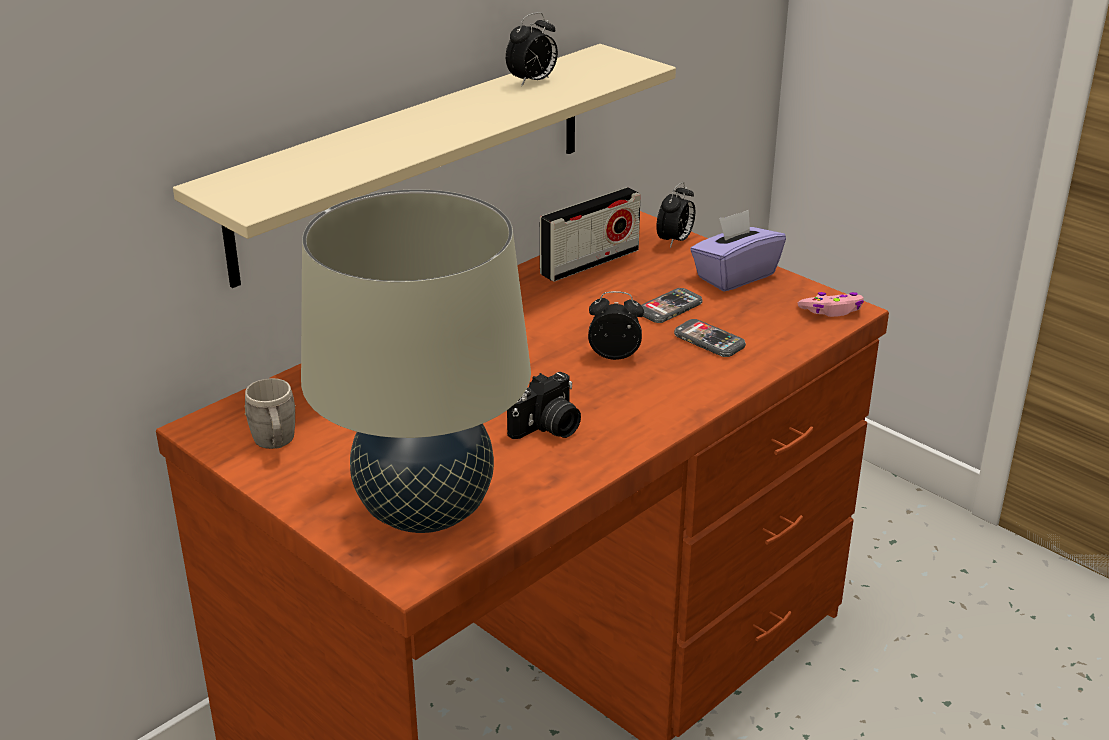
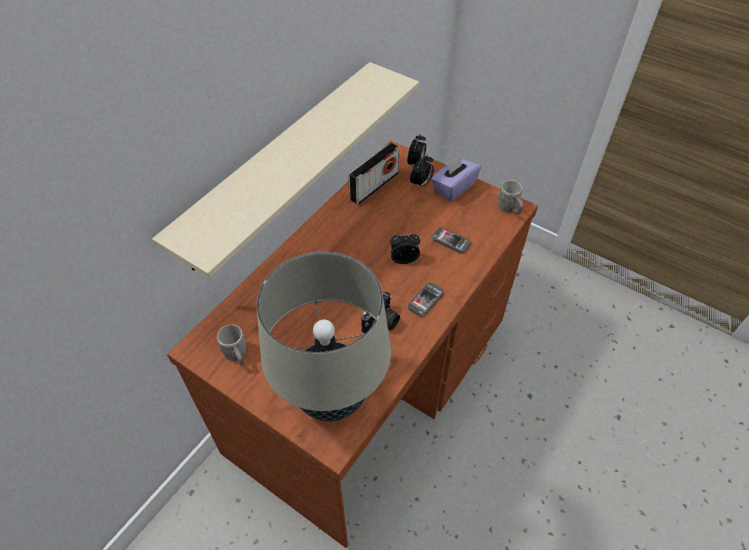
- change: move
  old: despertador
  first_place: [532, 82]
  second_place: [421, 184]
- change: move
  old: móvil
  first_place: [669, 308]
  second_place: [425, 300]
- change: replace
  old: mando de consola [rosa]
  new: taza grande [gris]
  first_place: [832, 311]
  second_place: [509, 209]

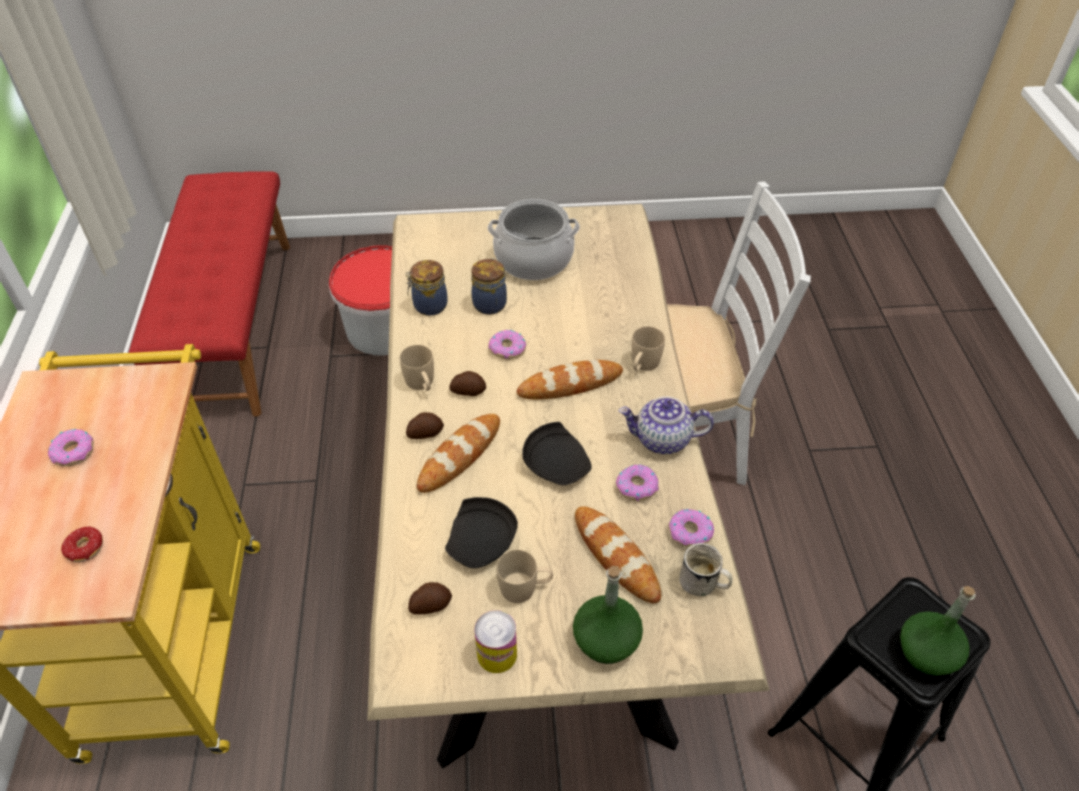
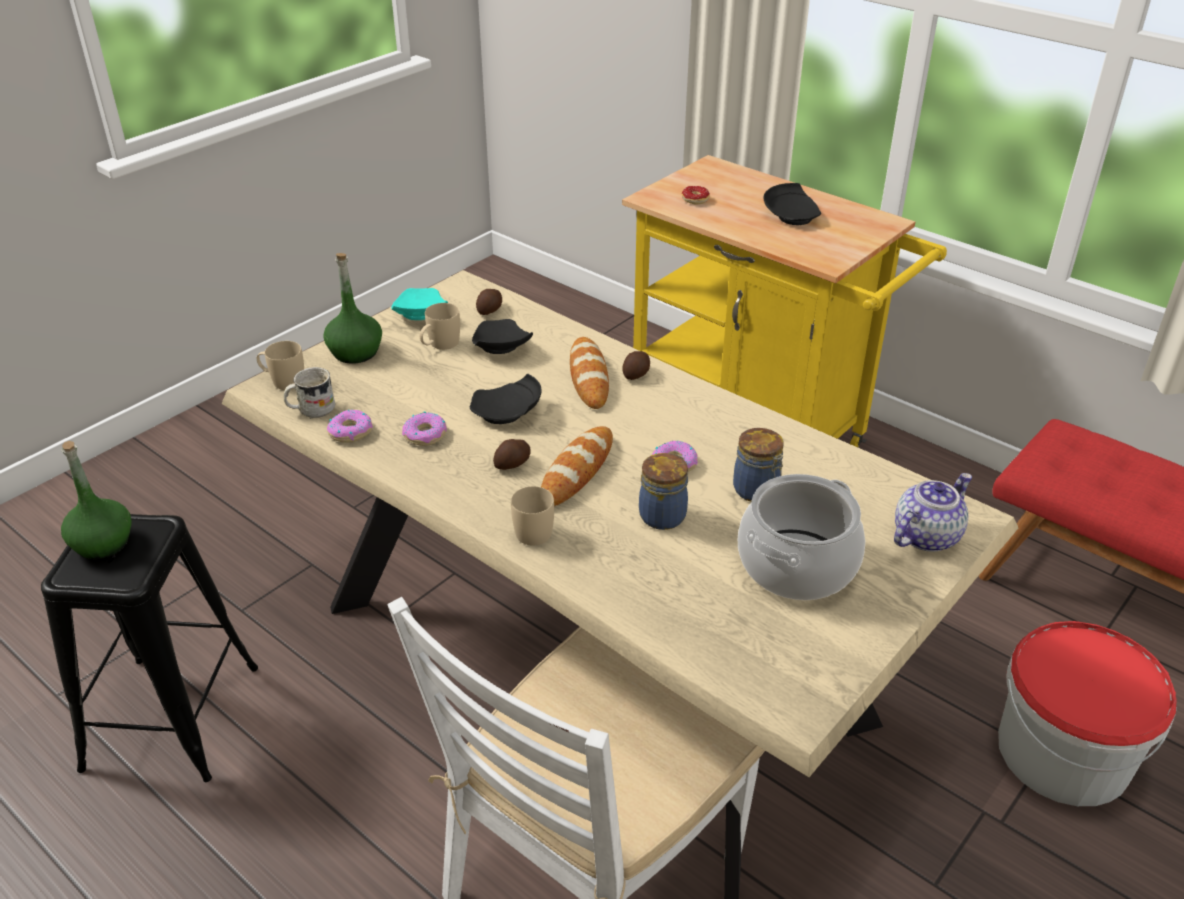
- change: move
  old: tarro
  first_place: [428, 306]
  second_place: [664, 515]
- change: move
  old: taza grande [beis]
  first_place: [421, 384]
  second_place: [282, 381]
- change: move
  old: patata
  first_place: [468, 391]
  second_place: [513, 464]
- change: move
  old: tetera
  first_place: [662, 440]
  second_place: [925, 535]
- change: replace
  old: rosquilla
  new: plato [negro]
  first_place: [74, 452]
  second_place: [792, 216]
- change: delete
  old: pan
  first_place: [616, 556]
- change: replace
  old: lata
  new: plato [turquesa]
  first_place: [497, 654]
  second_place: [419, 315]

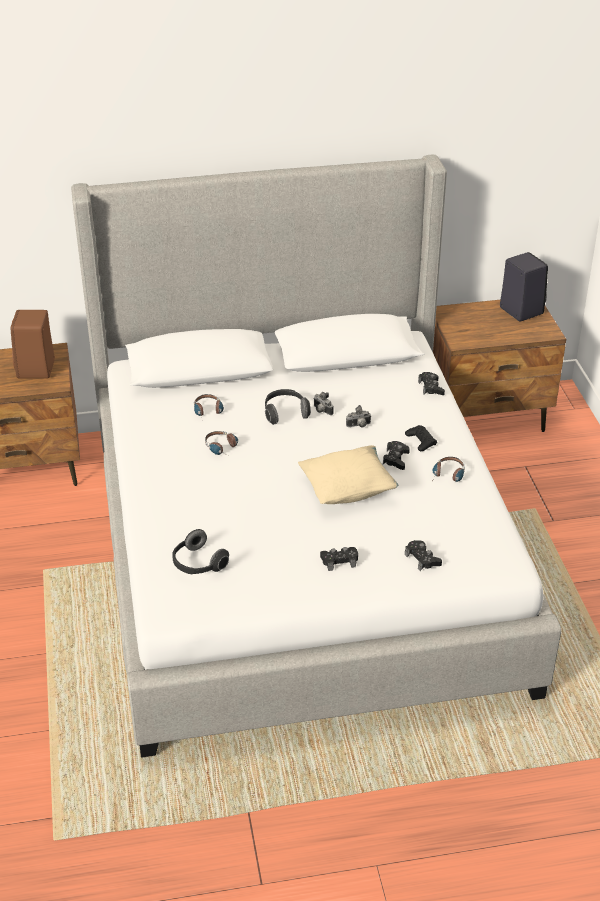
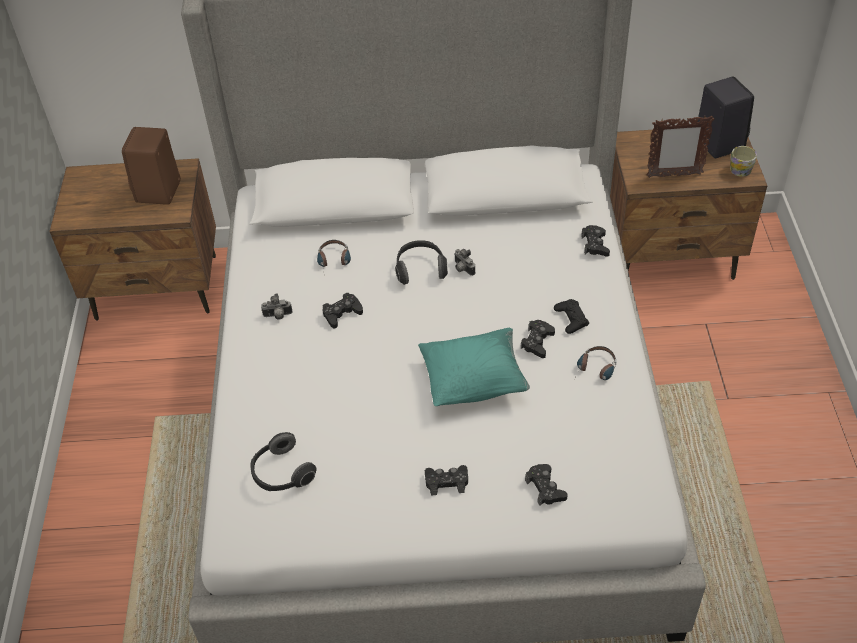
- change: move
  old: cámara
  first_place: [359, 426]
  second_place: [278, 316]
- change: replace
  old: auriculares
  new: mando de consola [negro]
  first_place: [224, 448]
  second_place: [342, 313]
- change: recolor
  old: cojín [beis]
  new: cojín [turquesa]
  first_place: [348, 490]
  second_place: [474, 382]
- change: insert
  new: portarretratos
  second_place: [674, 175]
- change: insert
  new: taza grande
  second_place: [742, 168]

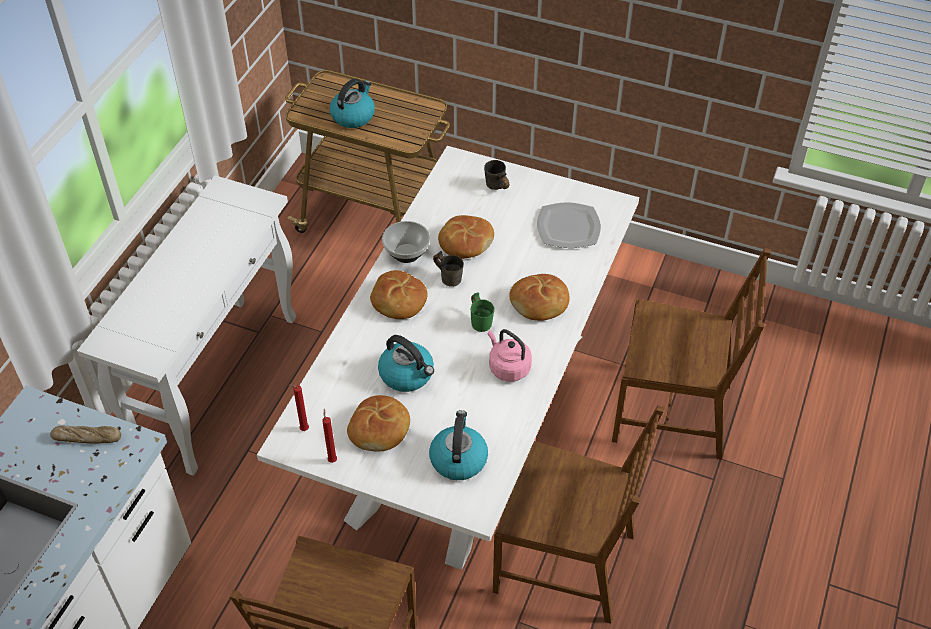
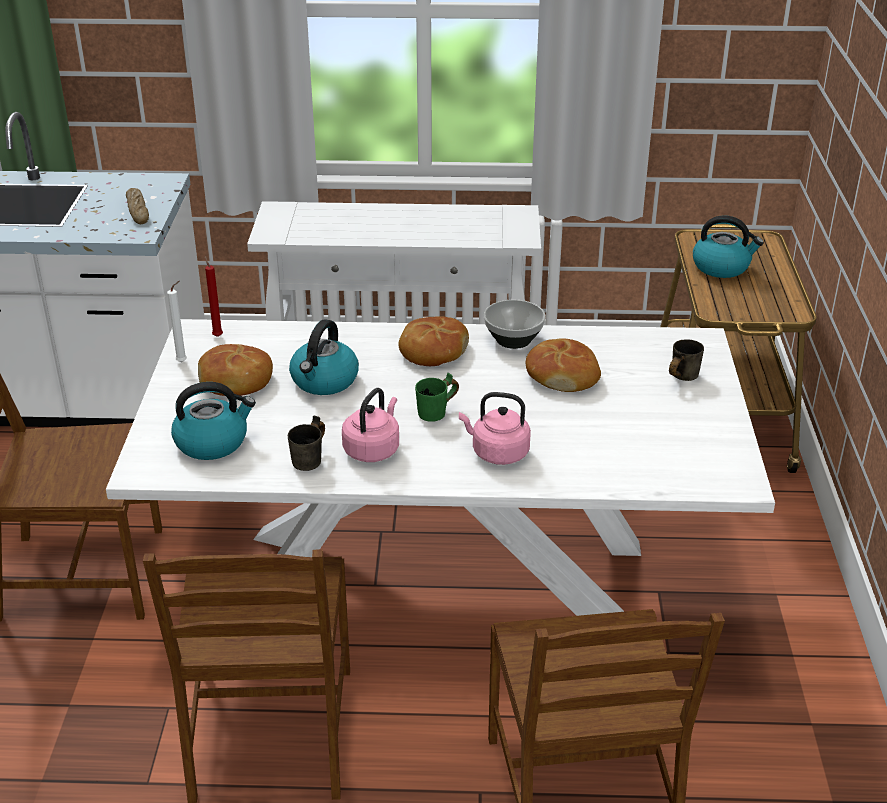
- change: delete
  old: plato
  first_place: [568, 228]
- change: move
  old: taza grande [gris]
  first_place: [449, 276]
  second_place: [313, 461]
- change: replace
  old: pan
  new: hervidor [rosa]
  first_place: [540, 303]
  second_place: [497, 453]
- change: recolor
  old: vela [rojo]
  new: vela [blanco]
  first_place: [332, 459]
  second_place: [183, 361]

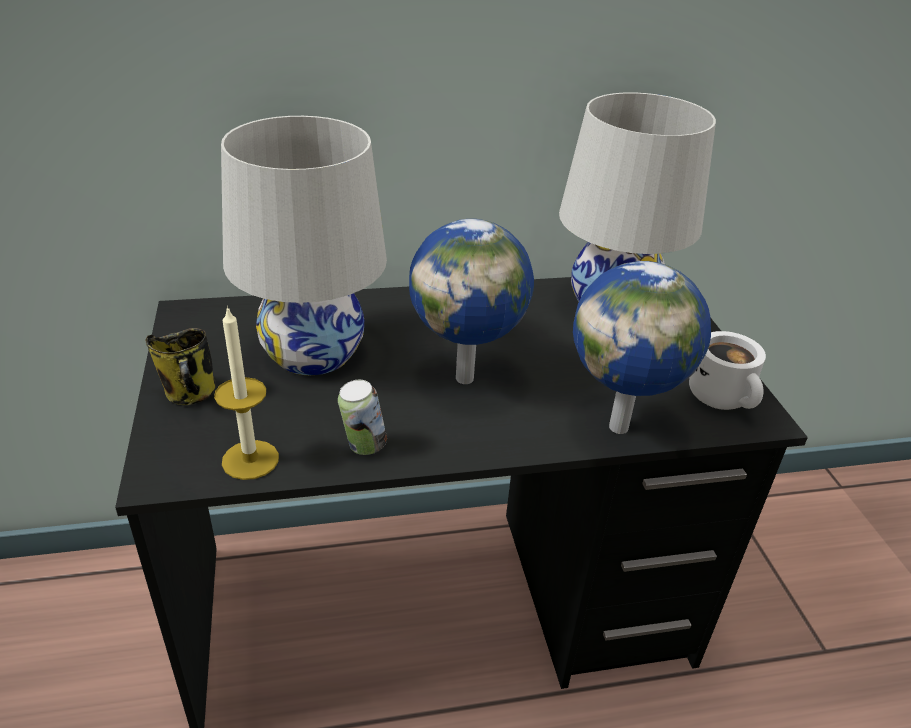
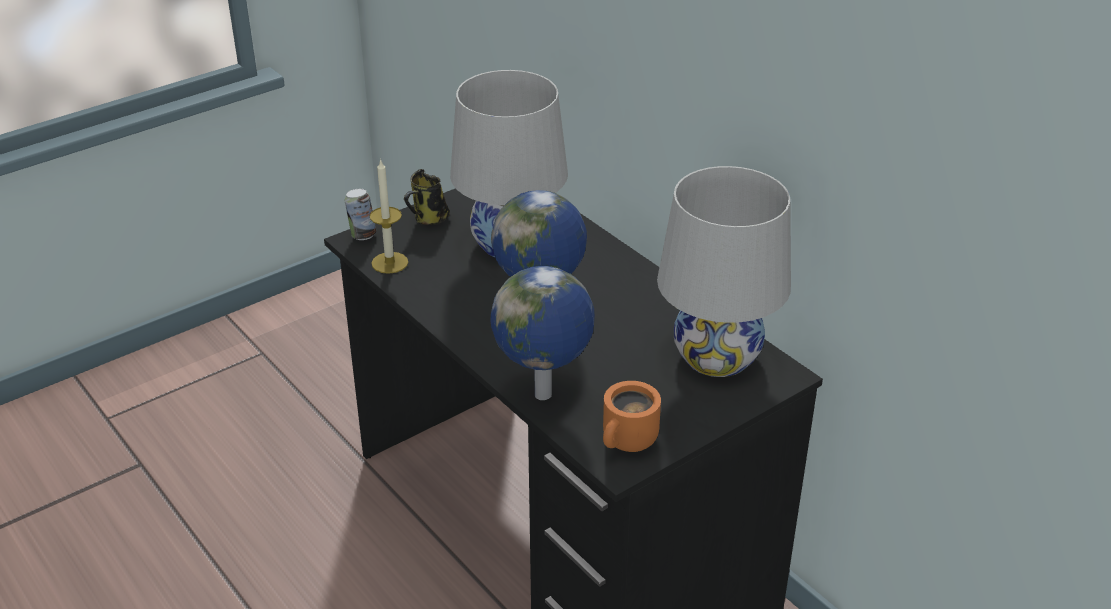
- change: recolor
  old: taza grande [blanco]
  new: taza grande [naranja]
  first_place: [724, 398]
  second_place: [629, 441]
- change: move
  old: lata
  first_place: [363, 446]
  second_place: [362, 235]

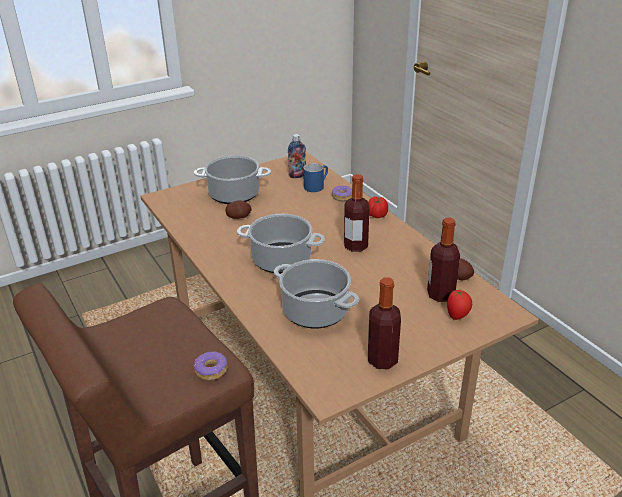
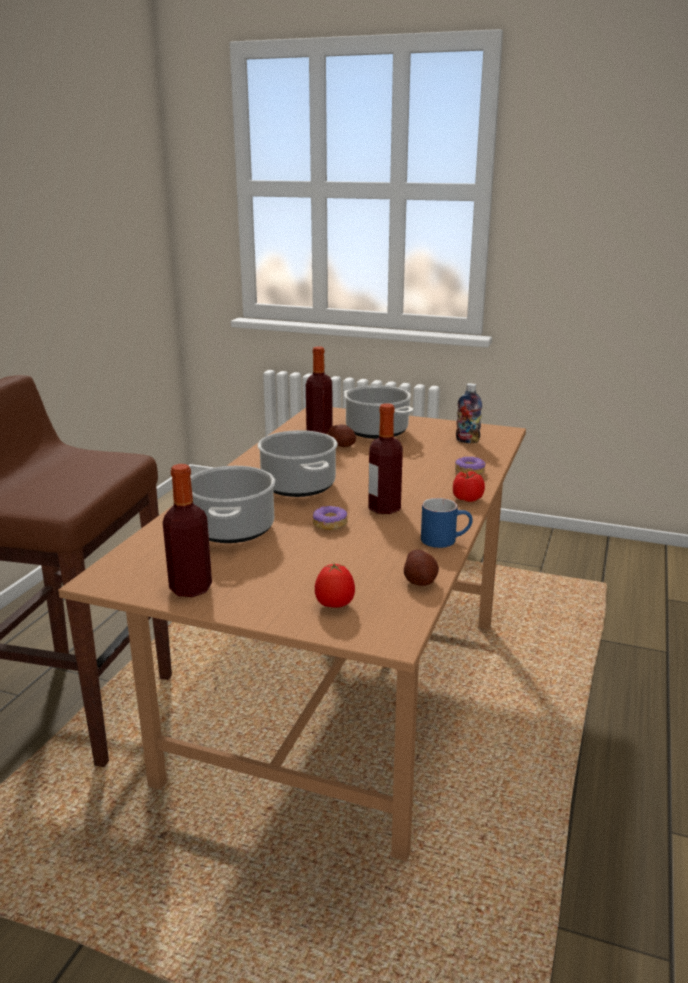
- change: move
  old: taza grande [azul]
  first_place: [316, 186]
  second_place: [445, 540]
- change: move
  old: botella
  first_place: [440, 294]
  second_place: [319, 431]
- change: move
  old: rosquilla
  first_place: [211, 370]
  second_place: [329, 524]

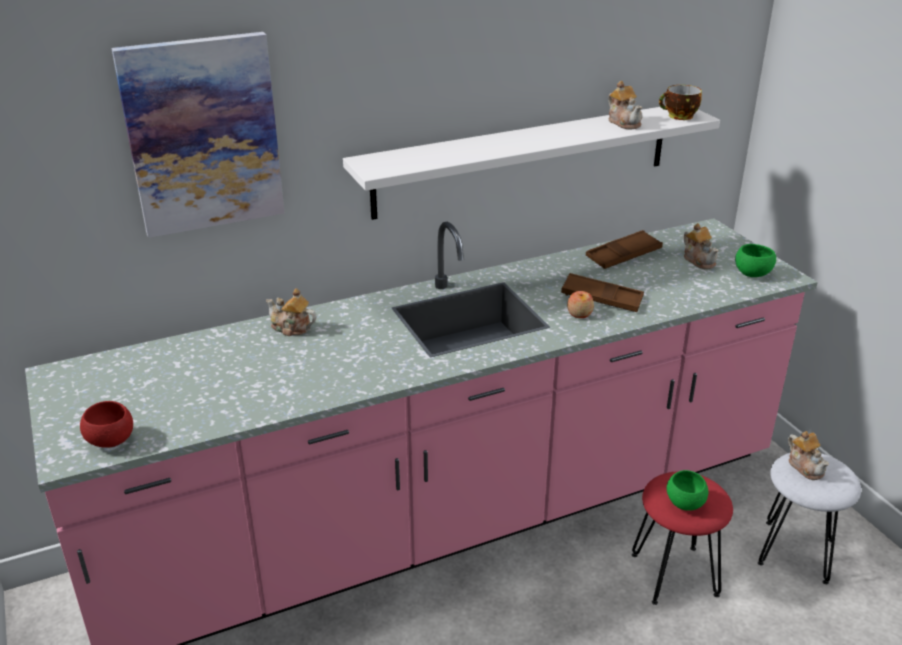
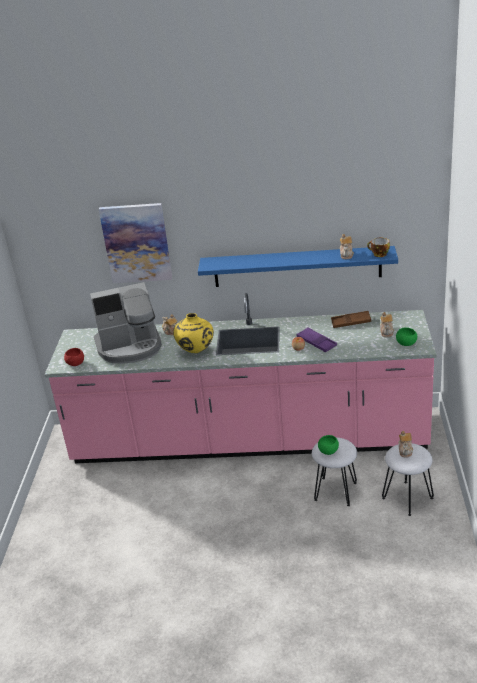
- change: recolor
  old: estante [blanco]
  new: estante [azul]
  first_place: [524, 159]
  second_place: [297, 266]
- change: recolor
  old: bandeja [marrón]
  new: bandeja [morado]
  first_place: [601, 298]
  second_place: [316, 342]
- change: recolor
  old: taburete [rojo]
  new: taburete [blanco]
  first_place: [675, 574]
  second_place: [336, 491]
- change: insert
  new: cafetera
  second_place: [130, 347]
- change: insert
  new: florero [amarillo]
  second_place: [195, 351]

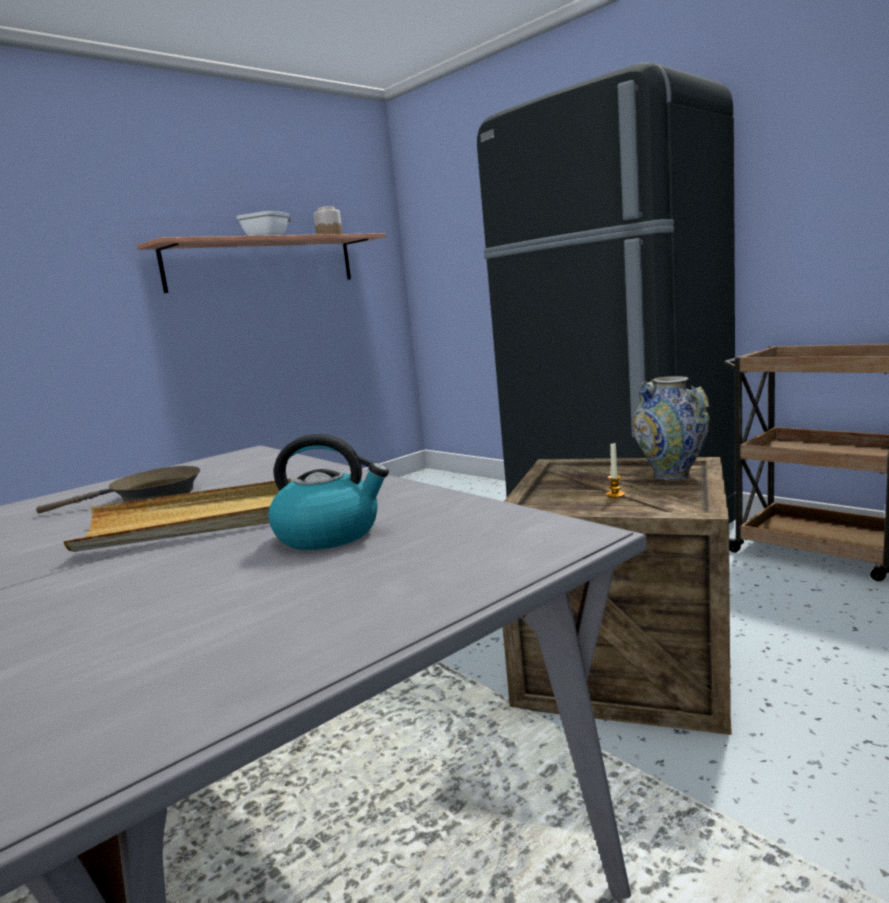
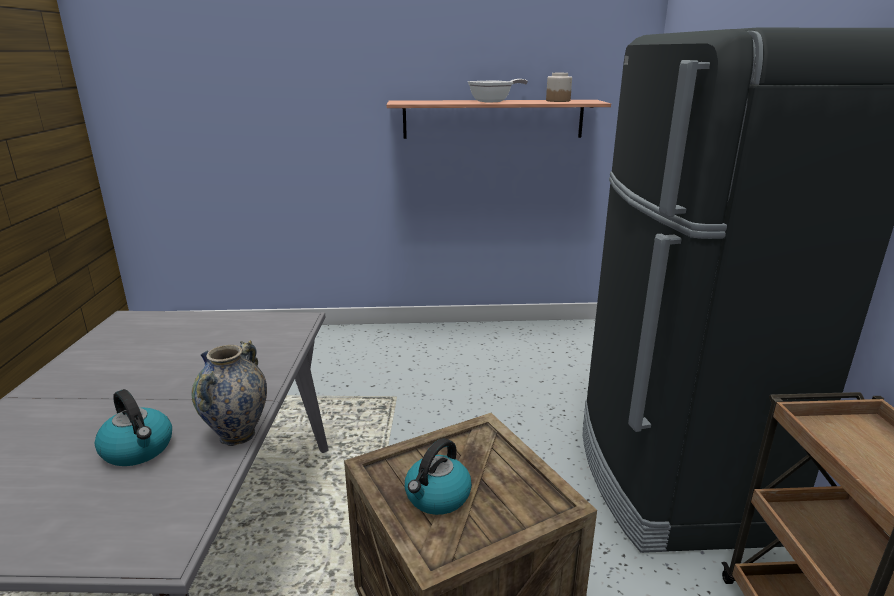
- change: move
  old: florero
  first_place: [671, 475]
  second_place: [237, 435]
- change: replace
  old: vela
  new: hervidor
  first_place: [615, 495]
  second_place: [437, 497]
- change: delete
  old: sartén [marrón]
  first_place: [149, 497]
- change: delete
  old: bandeja [beis]
  first_place: [194, 523]

